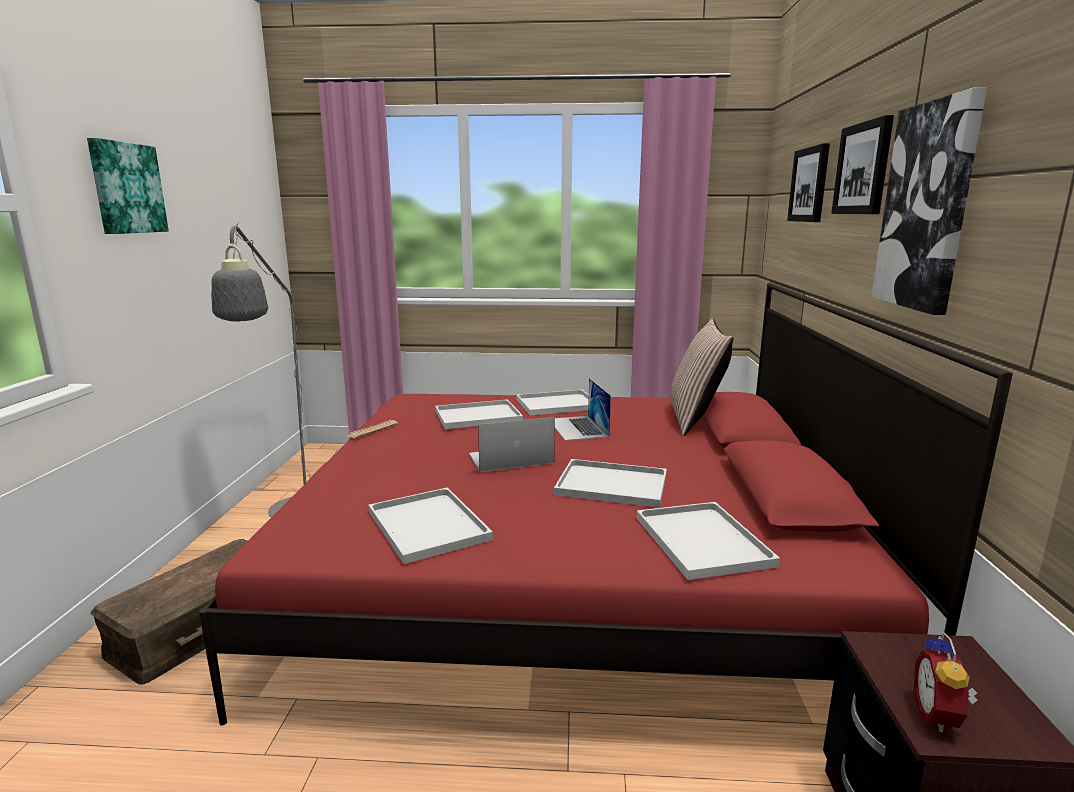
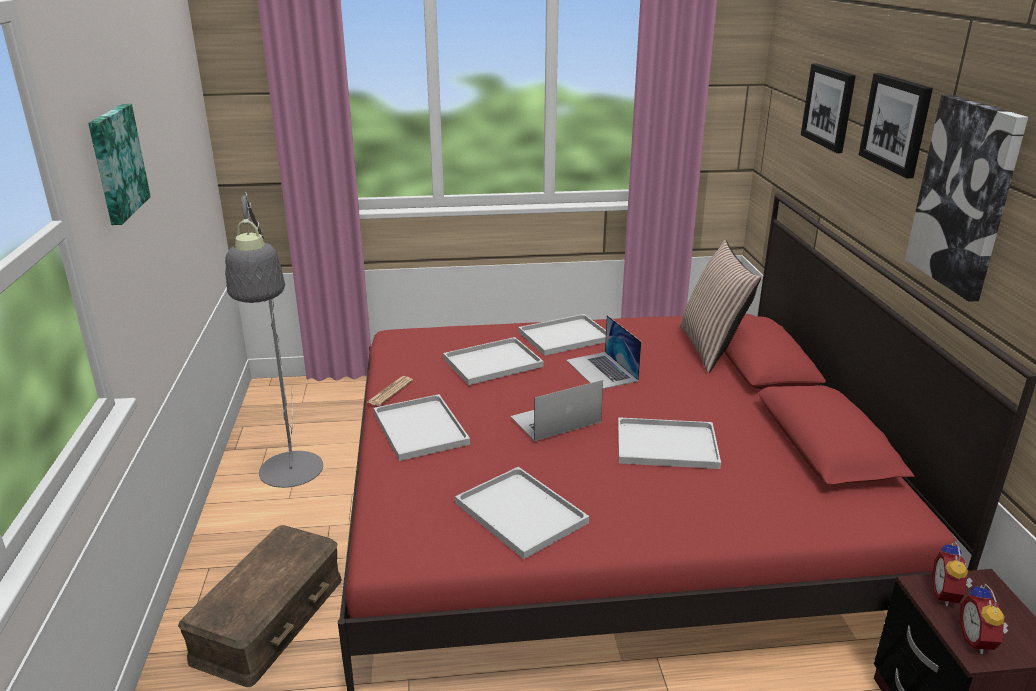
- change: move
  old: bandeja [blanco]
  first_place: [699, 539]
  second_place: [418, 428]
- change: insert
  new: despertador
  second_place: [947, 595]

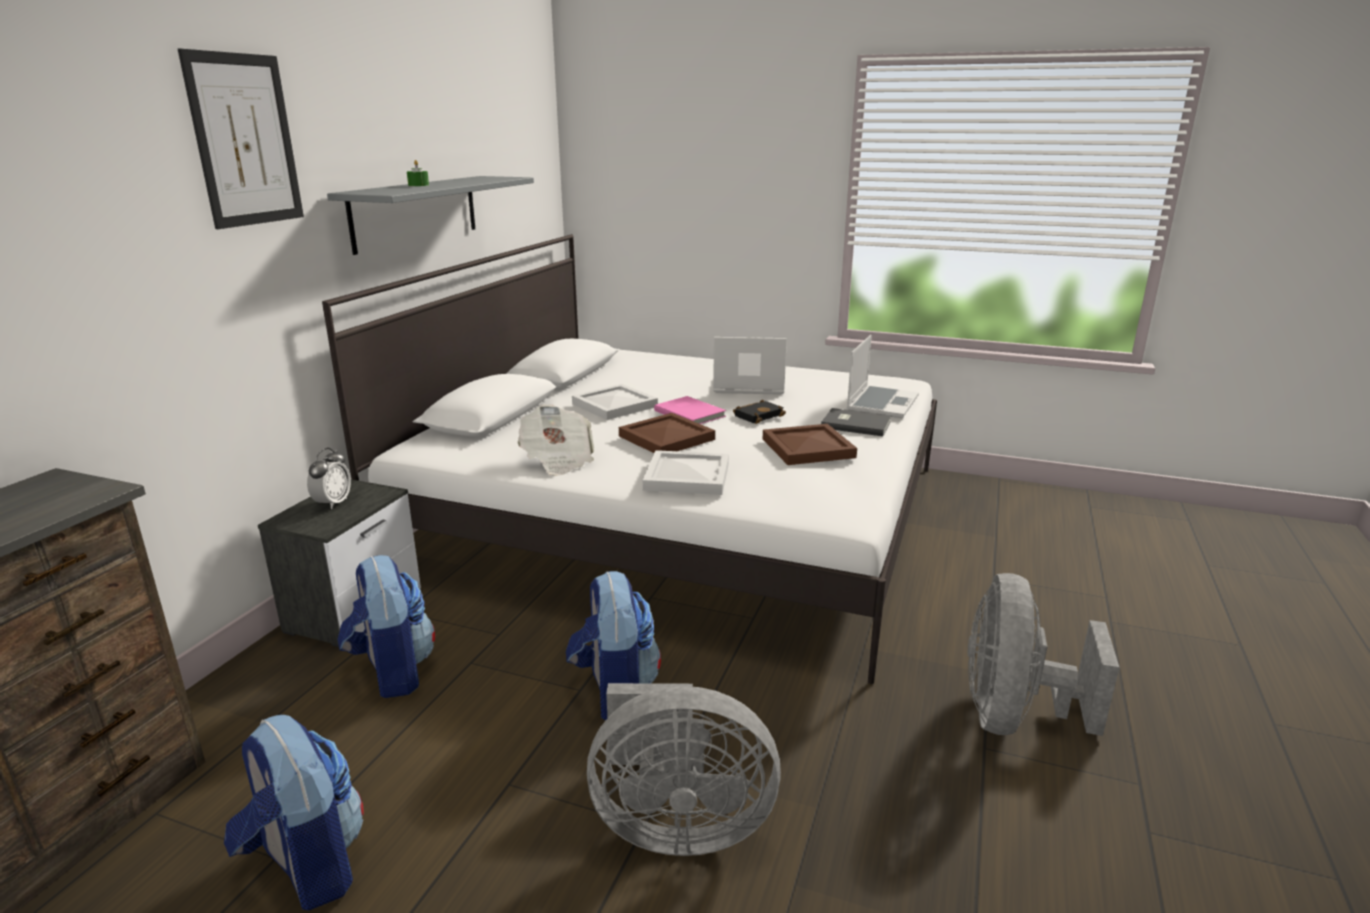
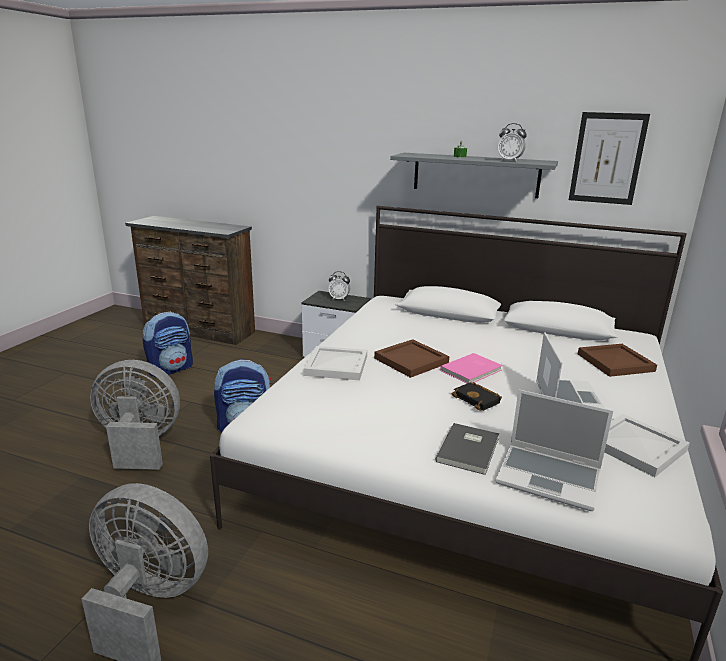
- change: move
  old: cuadro
  first_place: [245, 140]
  second_place: [607, 158]
- change: move
  old: bandeja [blanco]
  first_place: [614, 405]
  second_place: [634, 447]
- change: delete
  old: periódico
  first_place: [558, 460]
- change: move
  old: bandeja [marrón]
  first_place: [809, 448]
  second_place: [615, 363]
- change: delete
  old: mochila
  first_place: [392, 672]
- change: rotate
  old: ventilador [gris]
  first_place: [677, 825]
  second_place: [140, 444]
  degrees: 90
- change: insert
  new: despertador
  second_place: [509, 161]

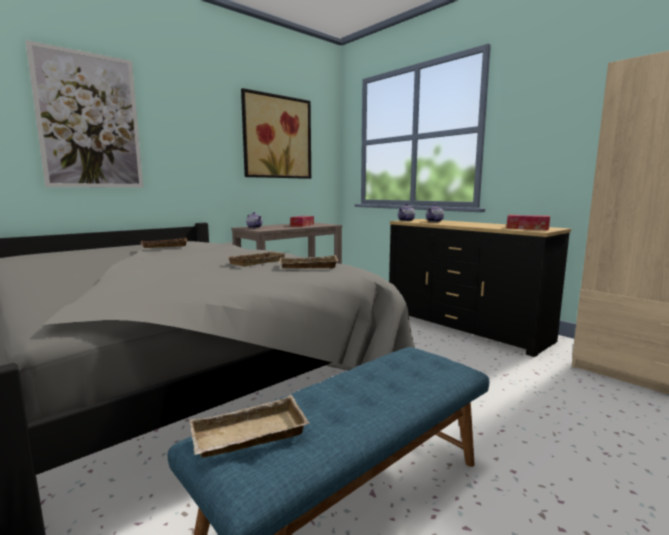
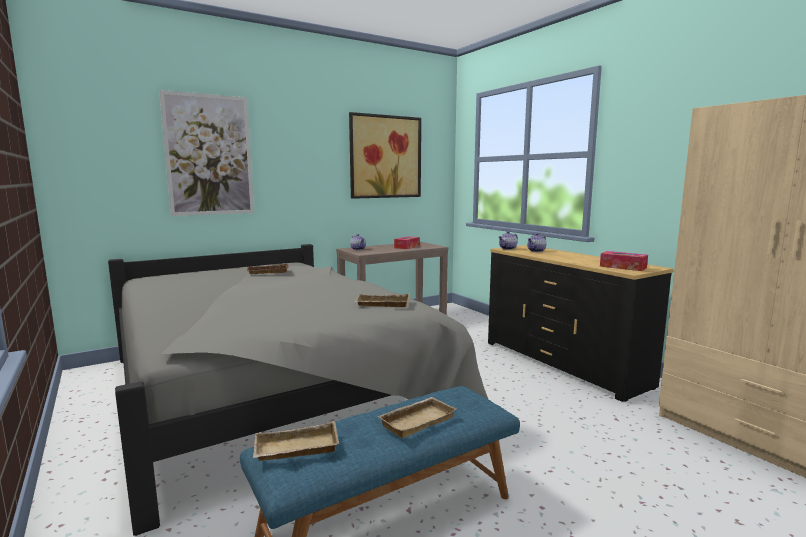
- change: move
  old: bandeja [beis]
  first_place: [256, 262]
  second_place: [417, 420]

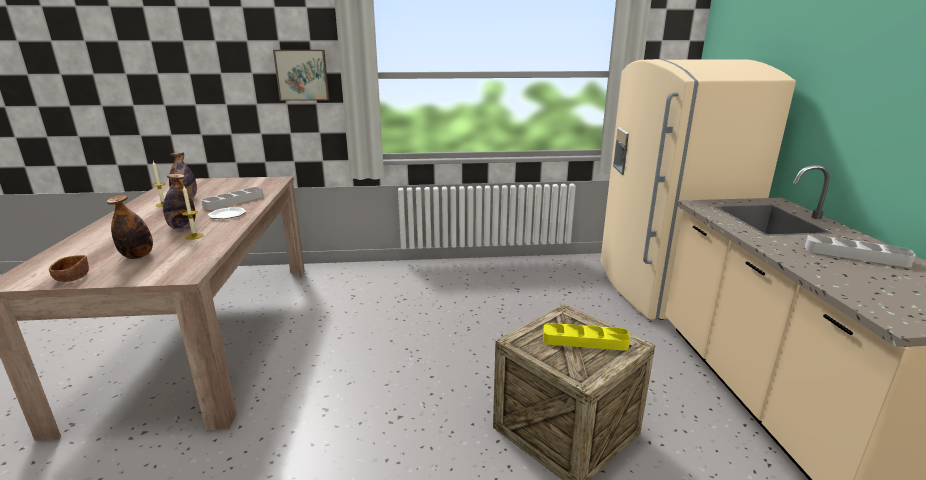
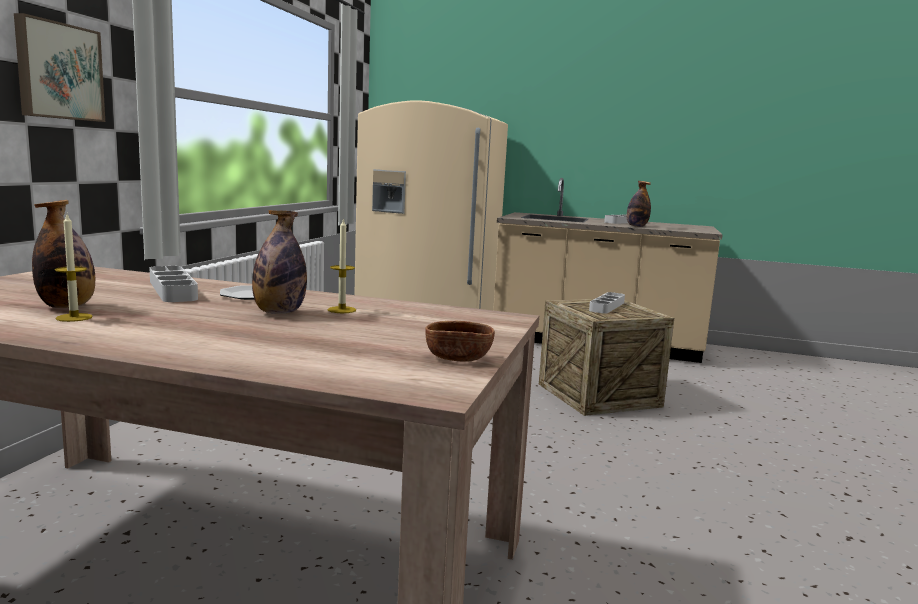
- change: move
  old: botella
  first_place: [138, 256]
  second_place: [636, 226]
- change: recolor
  old: bandeja [amarillo]
  new: bandeja [gris]
  first_place: [585, 341]
  second_place: [607, 306]

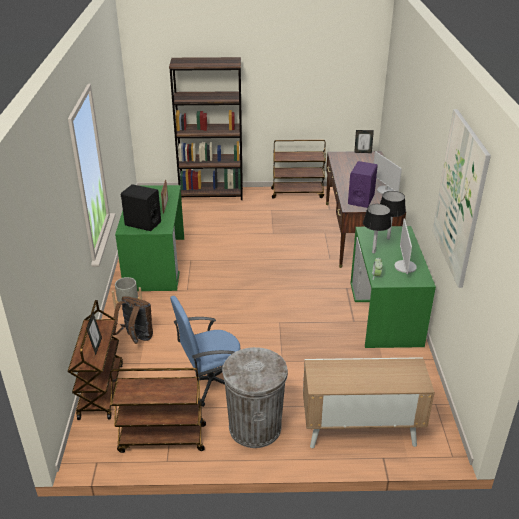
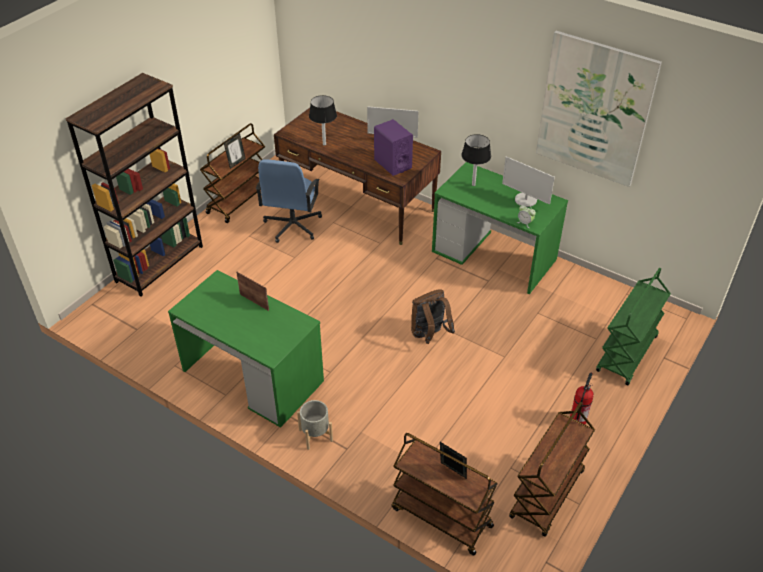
- change: move
  old: portarretratos
  first_place: [362, 152]
  second_place: [236, 163]
- change: delete
  old: altavoz [negro]
  first_place: [143, 223]
- change: move
  old: lámpara de mesa [negro]
  first_place: [373, 252]
  second_place: [324, 144]
- change: move
  old: mochila [marrón]
  first_place: [136, 338]
  second_place: [429, 335]
- change: move
  old: silla de oficina [azul]
  first_place: [209, 382]
  second_place: [292, 226]
- change: replace
  old: papelera [gris]
  new: extintor
  first_place: [255, 427]
  second_place: [577, 419]
- change: replace
  old: armario
  new: carrito [verde]
  first_place: [360, 431]
  second_place: [627, 354]

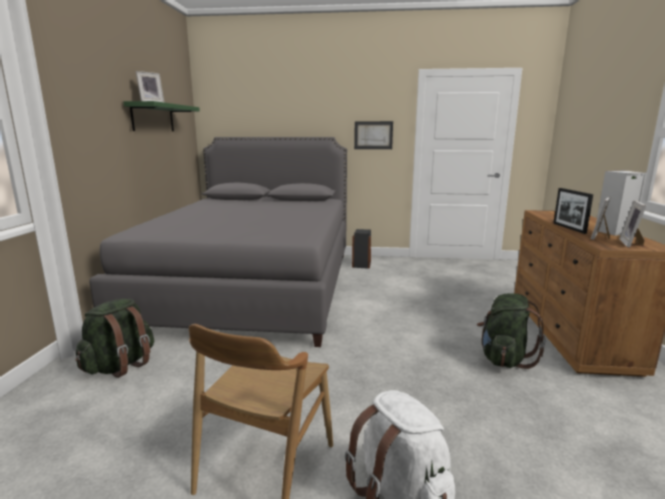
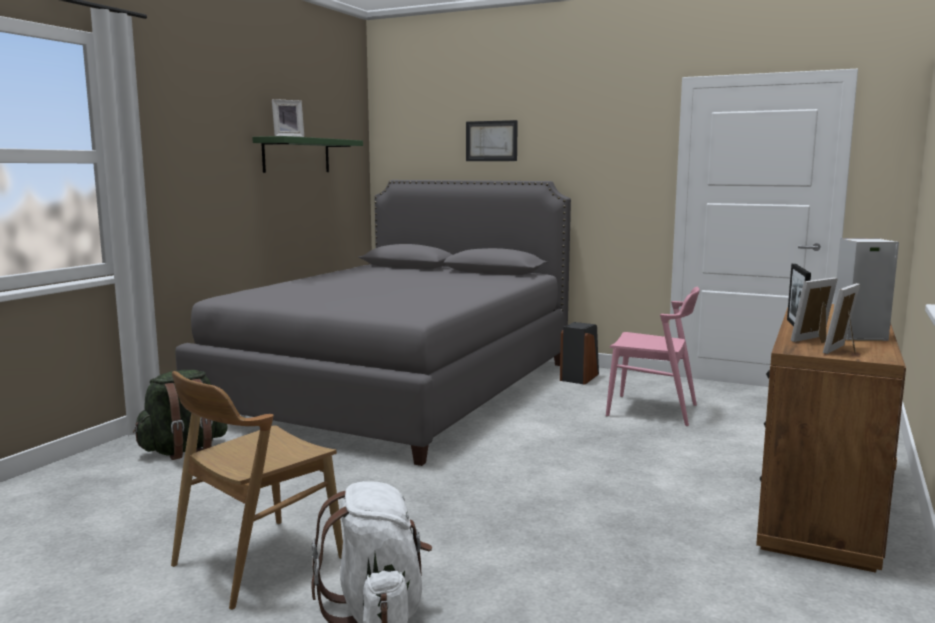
- change: move
  old: cuadro
  first_place: [373, 135]
  second_place: [491, 141]
- change: delete
  old: mochila [verde]
  first_place: [504, 358]
- change: insert
  new: silla [rosa]
  second_place: [652, 410]

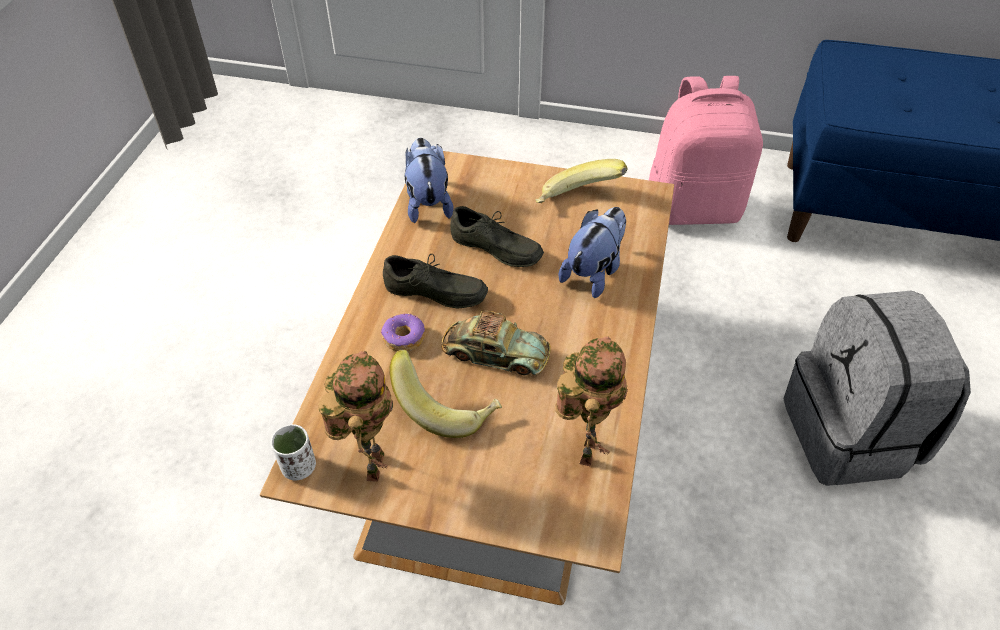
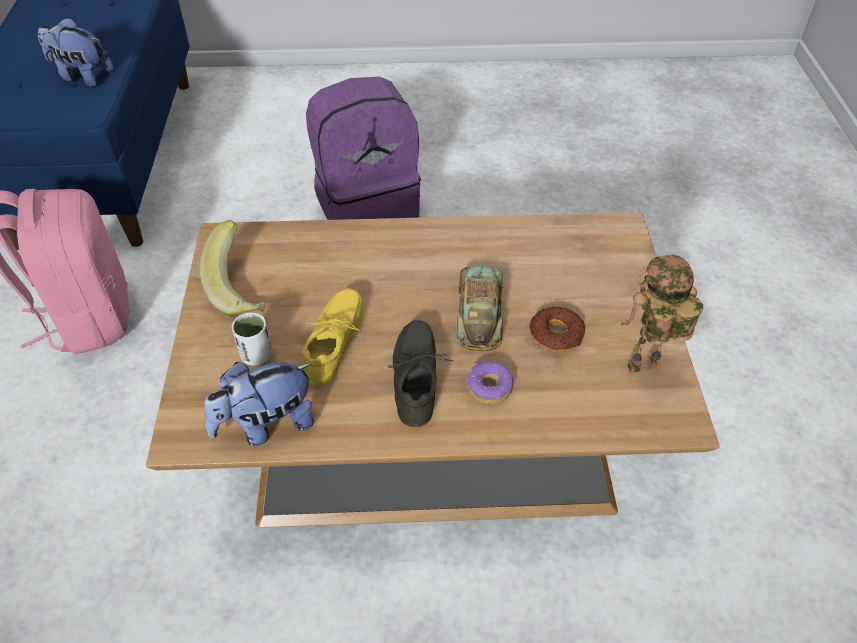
- change: recolor
  old: zapato [gris]
  new: zapato [amarillo]
  first_place: [494, 250]
  second_place: [337, 343]
- change: move
  old: peluche
  first_place: [594, 272]
  second_place: [82, 76]
- change: recolor
  old: mochila [gris]
  new: mochila [morado]
  first_place: [851, 435]
  second_place: [367, 206]
- change: delete
  old: robot de juguete
  first_place: [584, 448]
- change: replace
  old: plátano
  new: rosquilla
  first_place: [446, 407]
  second_place: [556, 333]
- change: move
  old: taza [blanco]
  first_place: [298, 467]
  second_place: [256, 355]

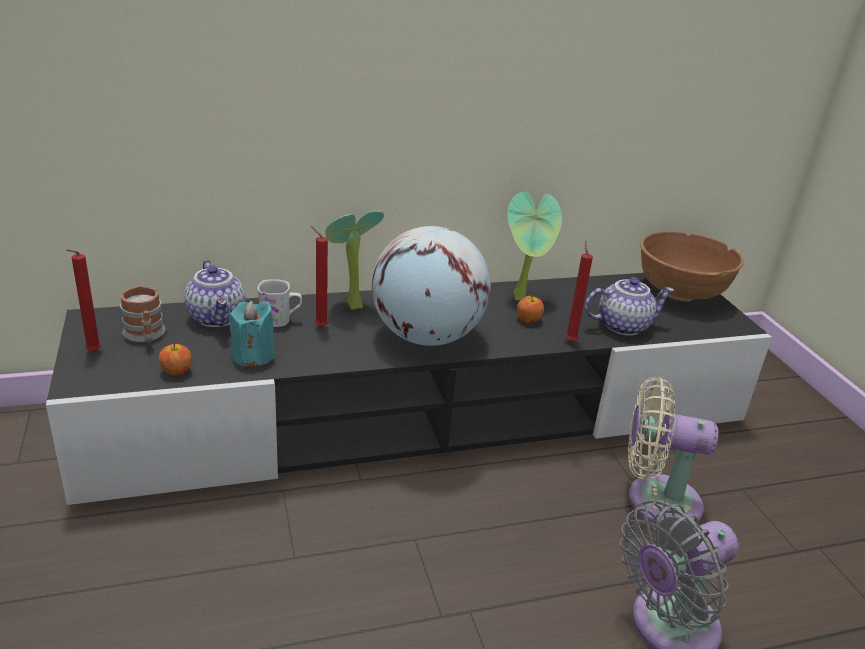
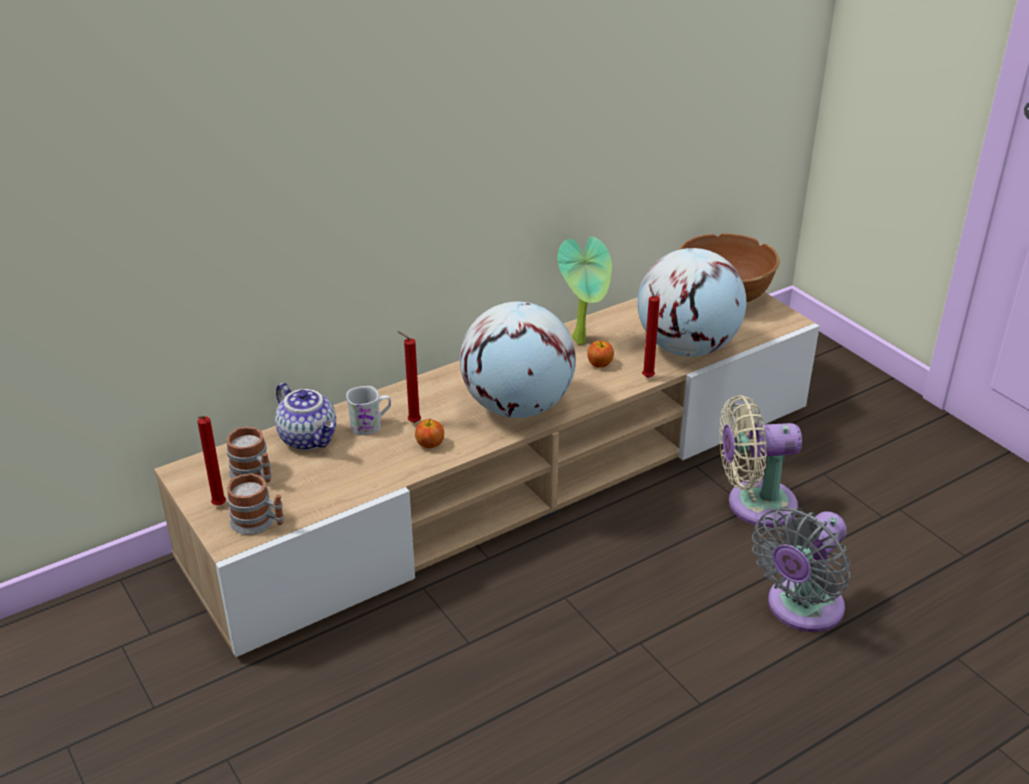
- change: delete
  old: planta en maceta
  first_place: [350, 305]
- change: recolor
  old: mueble de televisión [negro]
  new: mueble de televisión [beis]
  first_place: [426, 416]
  second_place: [515, 480]
- change: replace
  old: tetera
  new: globo terráqueo
  first_place: [623, 325]
  second_place: [687, 348]
- change: delete
  old: vela [turquesa]
  first_place: [253, 356]
- change: move
  old: manzana
  first_place: [176, 371]
  second_place: [430, 444]
- change: insert
  new: taza grande
  second_place: [259, 523]

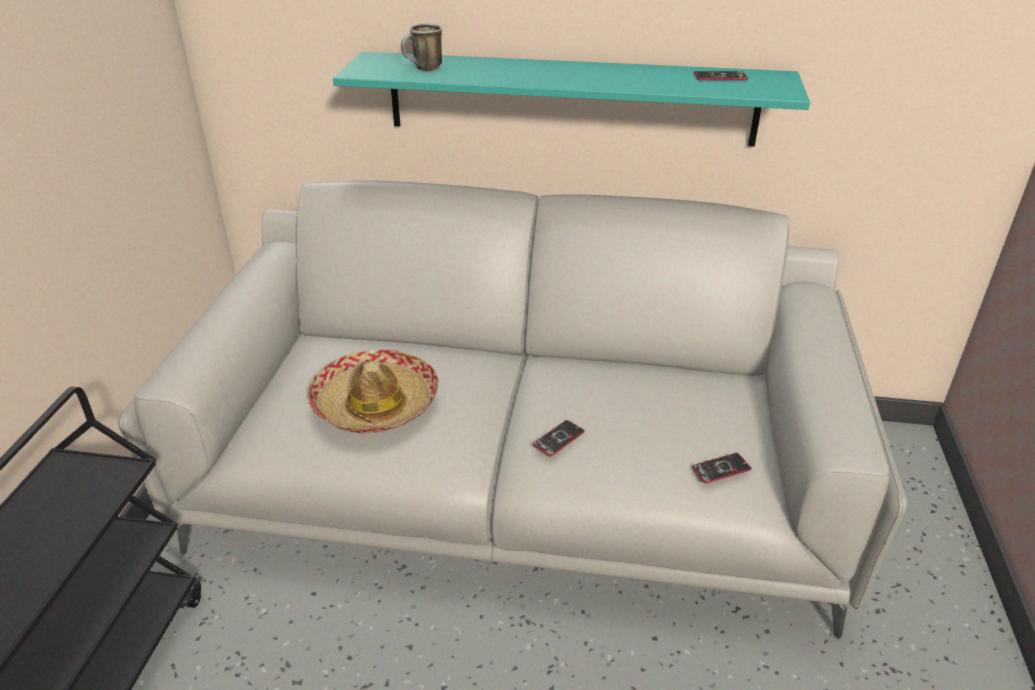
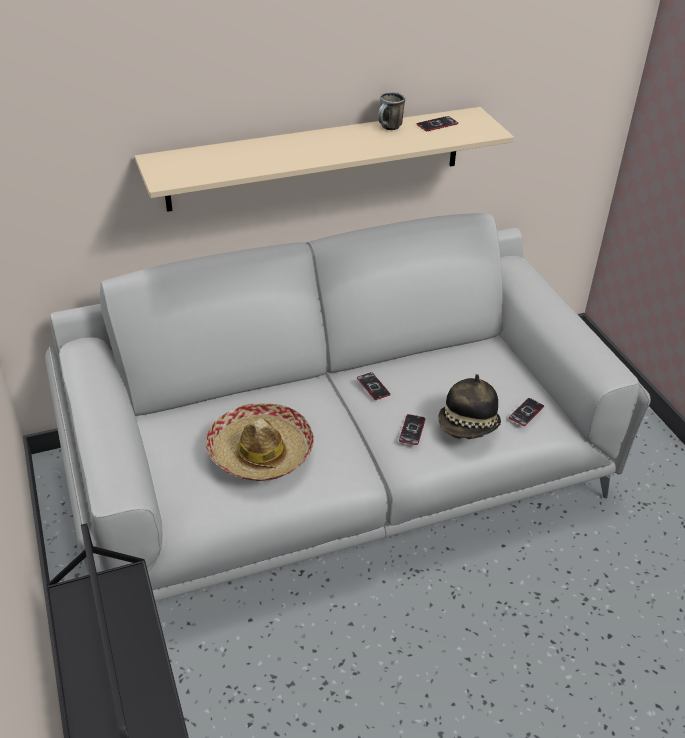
- change: move
  old: taza grande
  first_place: [424, 69]
  second_place: [389, 128]
- change: recolor
  old: estante [turquesa]
  new: estante [beis]
  first_place: [571, 98]
  second_place: [317, 158]
- change: insert
  new: móvil
  second_place: [373, 387]
- change: insert
  new: sombrero
  second_place: [468, 426]

